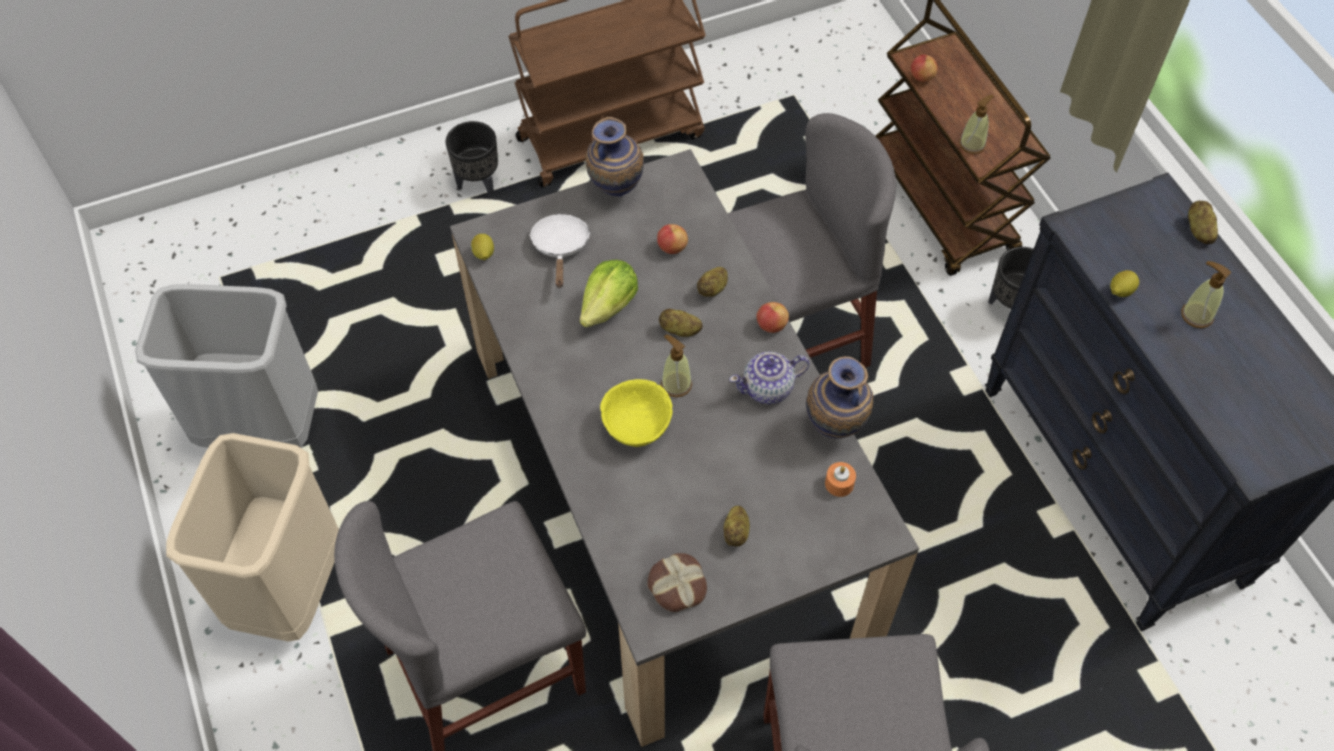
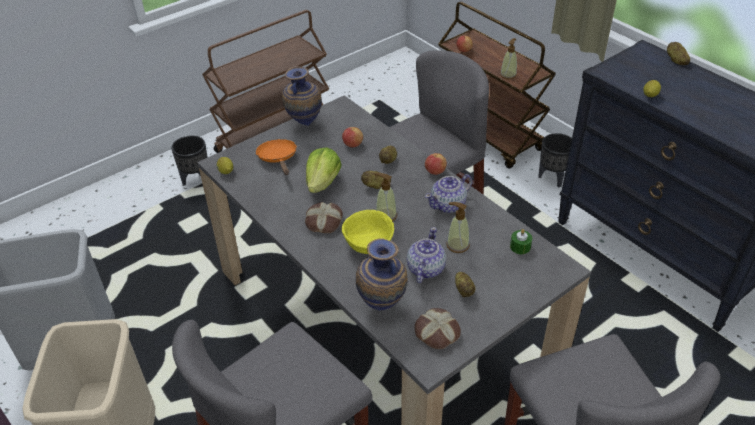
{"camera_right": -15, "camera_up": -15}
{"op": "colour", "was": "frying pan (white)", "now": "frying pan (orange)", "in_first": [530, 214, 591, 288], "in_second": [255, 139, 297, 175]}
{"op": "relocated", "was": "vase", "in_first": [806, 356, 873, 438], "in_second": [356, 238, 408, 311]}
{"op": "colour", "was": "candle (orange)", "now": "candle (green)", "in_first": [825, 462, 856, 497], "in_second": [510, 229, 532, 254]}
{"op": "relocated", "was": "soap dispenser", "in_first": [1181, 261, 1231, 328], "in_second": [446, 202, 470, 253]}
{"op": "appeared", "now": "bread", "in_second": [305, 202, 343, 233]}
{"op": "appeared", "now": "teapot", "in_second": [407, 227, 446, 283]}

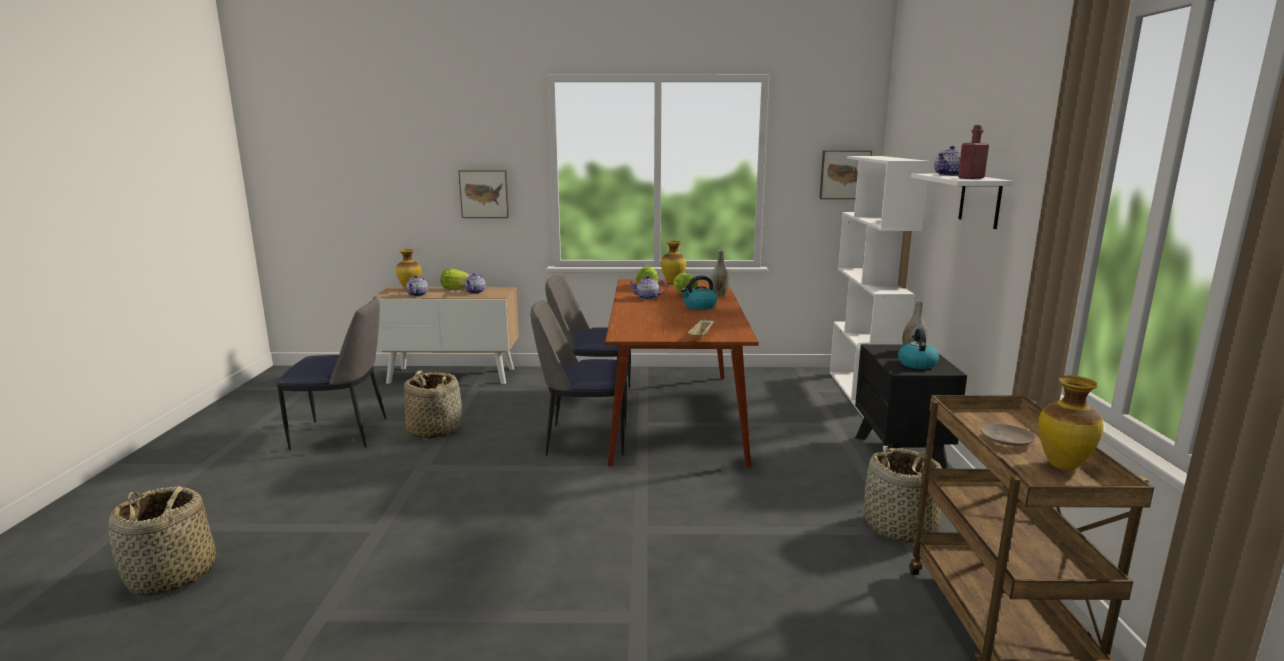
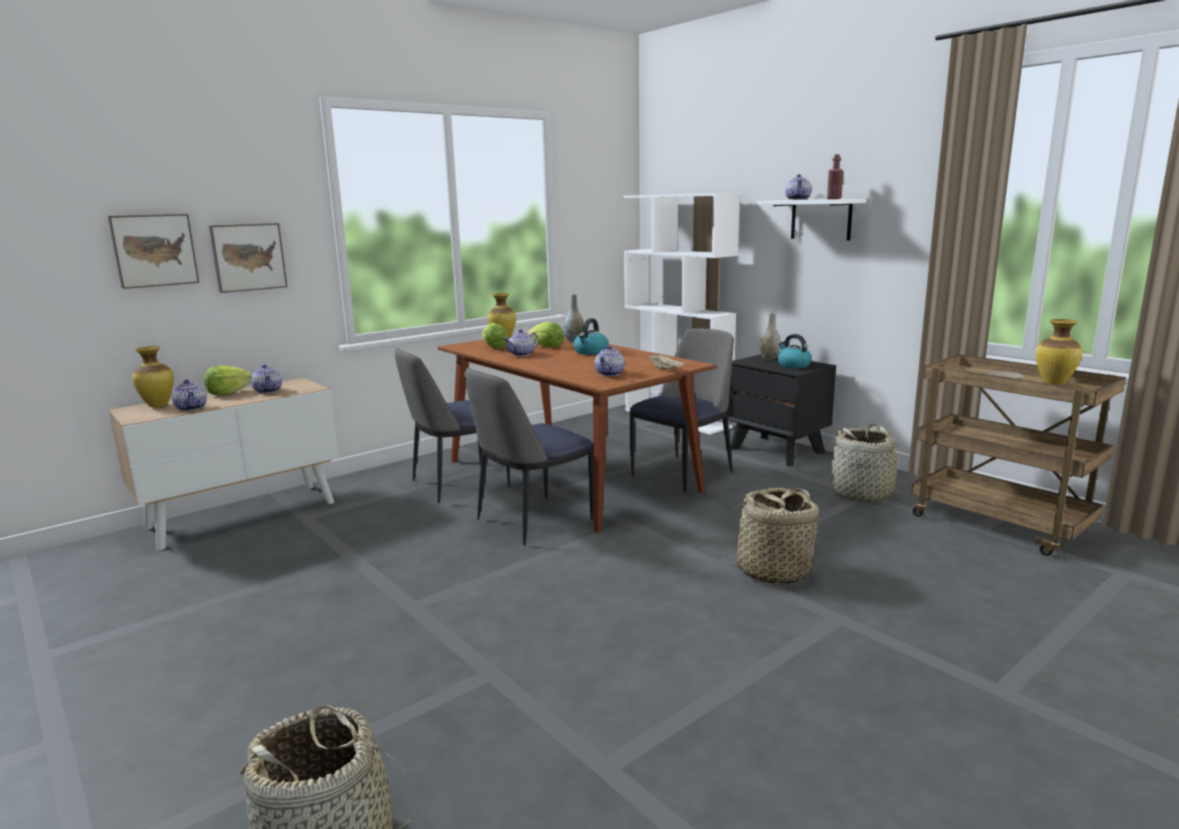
{"camera_right": -40, "camera_up": 0}
{"op": "relocated", "was": "chair", "in_first": [277, 296, 386, 450], "in_second": [630, 328, 734, 493]}
{"op": "relocated", "was": "basket", "in_first": [404, 371, 461, 439], "in_second": [720, 488, 823, 585]}
{"op": "relocated", "was": "picture", "in_first": [819, 150, 872, 199], "in_second": [108, 214, 199, 289]}
{"op": "appeared", "now": "teapot", "in_second": [595, 346, 625, 376]}

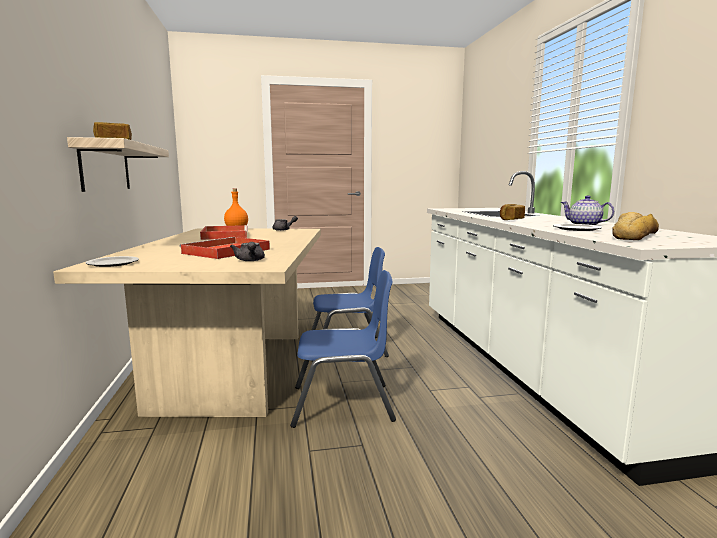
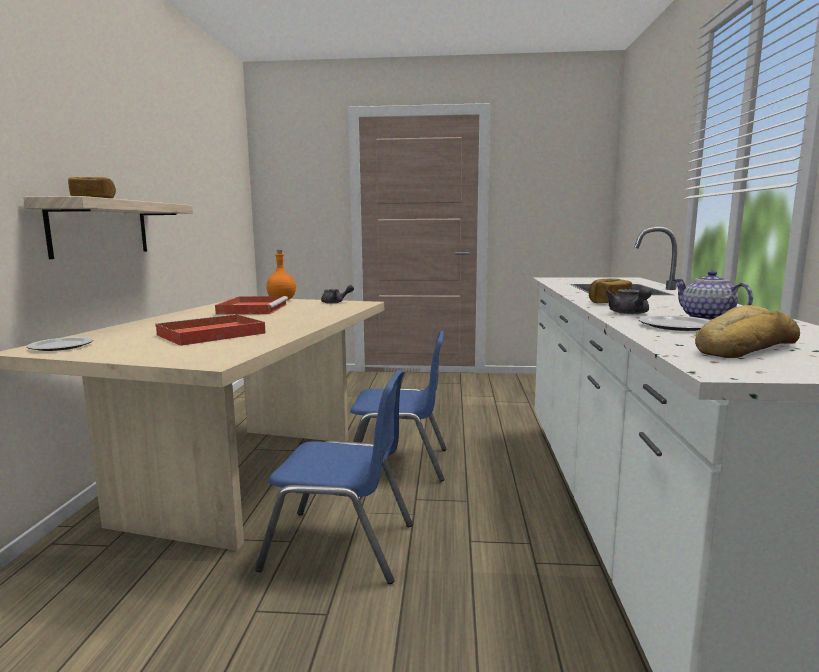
{"camera_right": 15, "camera_up": 0}
{"op": "relocated", "was": "teapot (grey)", "in_first": [230, 242, 265, 261], "in_second": [606, 287, 652, 314]}

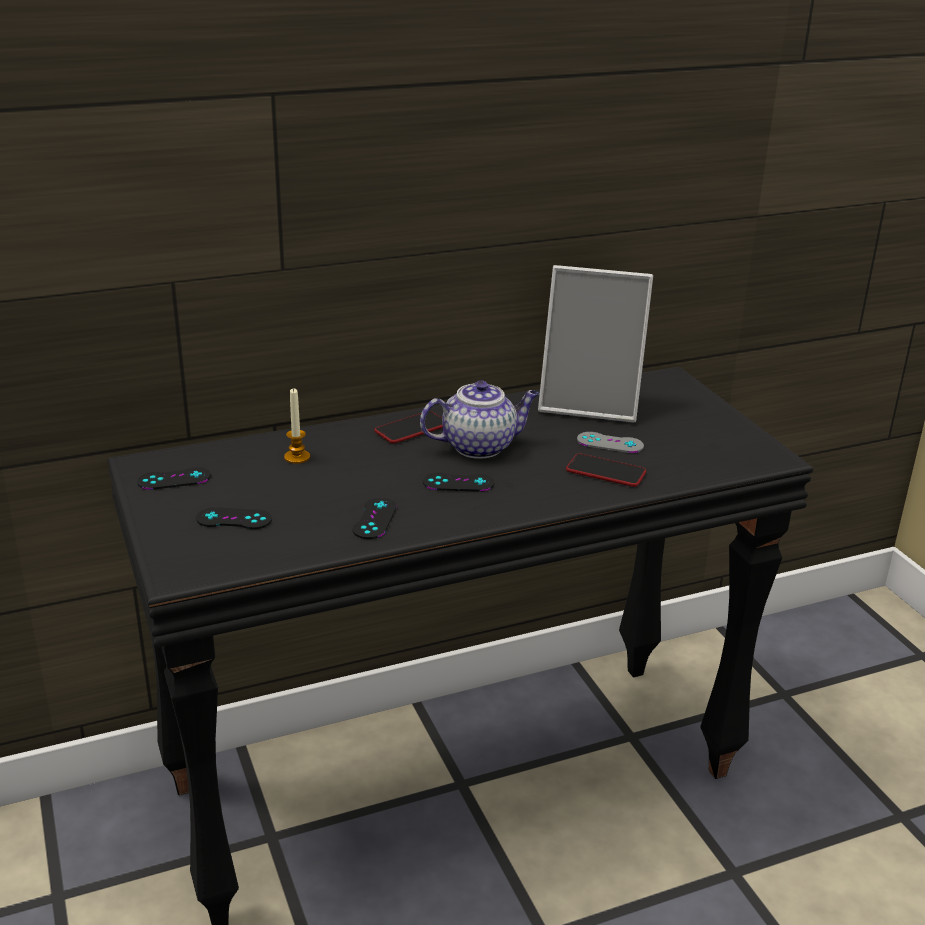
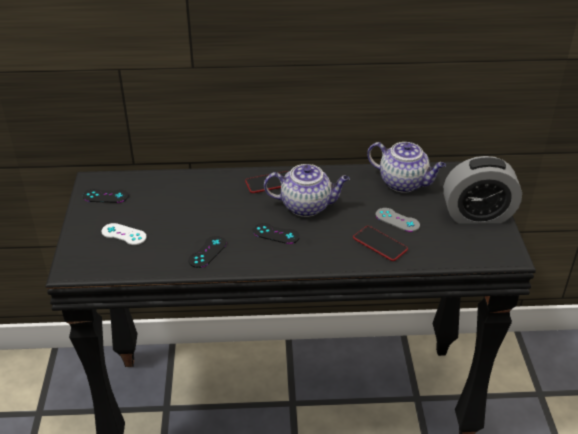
{"camera_right": 20, "camera_up": 10}
{"op": "colour", "was": "game controller (black)", "now": "game controller (white)", "in_first": [196, 507, 272, 529], "in_second": [102, 223, 147, 245]}
{"op": "missing", "was": "candle", "in_first": [284, 388, 310, 464]}
{"op": "exchanged", "was": "picture frame", "now": "teapot", "in_first": [538, 265, 653, 423], "in_second": [367, 142, 446, 193]}
{"op": "appeared", "now": "alarm clock", "in_second": [443, 156, 522, 224]}

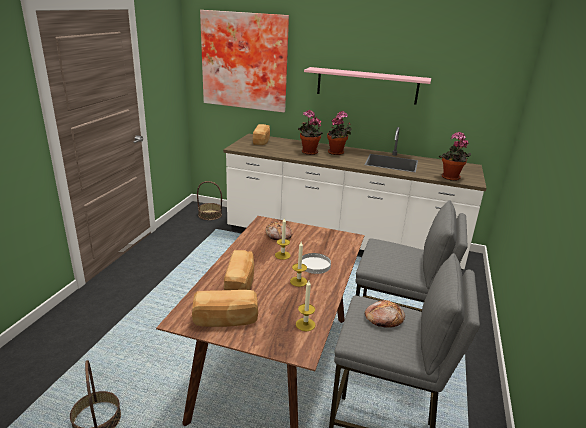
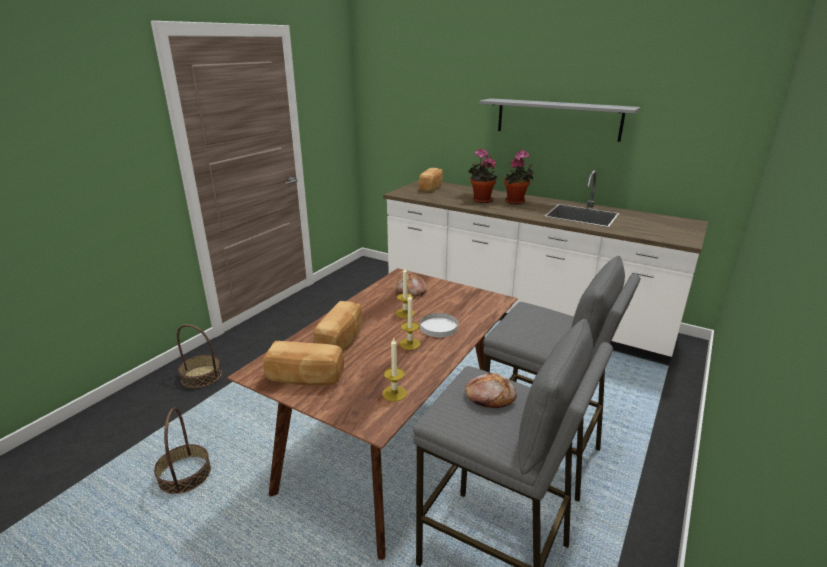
{"camera_right": 15, "camera_up": 0}
{"op": "relocated", "was": "basket", "in_first": [197, 181, 222, 220], "in_second": [177, 324, 222, 388]}
{"op": "missing", "was": "picture", "in_first": [200, 10, 289, 112]}
{"op": "colour", "was": "shelf (pink)", "now": "shelf (grey)", "in_first": [304, 67, 431, 104], "in_second": [479, 98, 640, 142]}
{"op": "missing", "was": "potted plant", "in_first": [439, 132, 471, 181]}

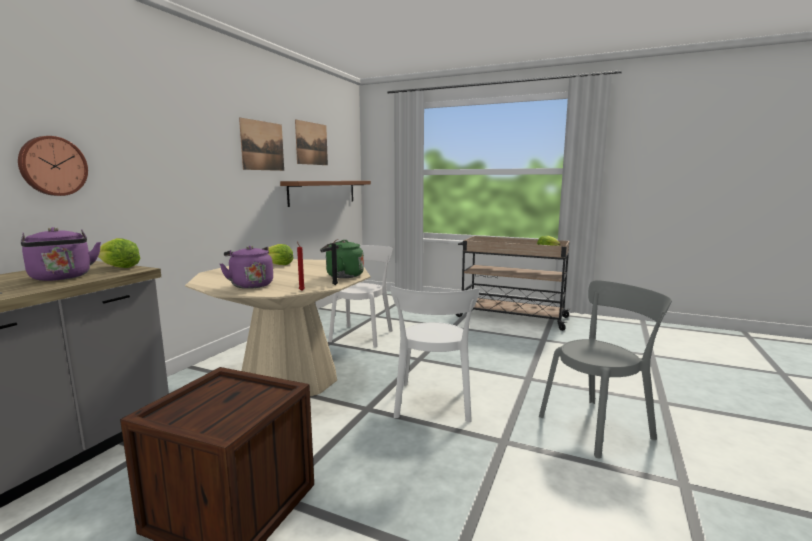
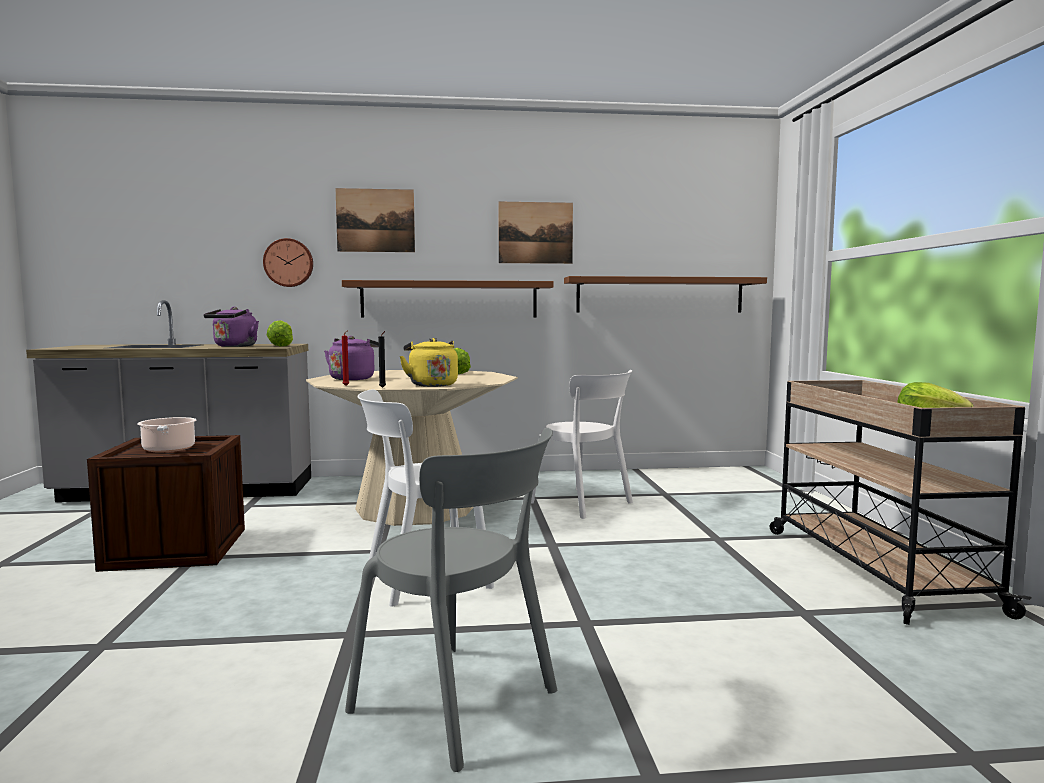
{"camera_right": 60, "camera_up": -5}
{"op": "relocated", "was": "picture", "in_first": [295, 119, 328, 165], "in_second": [335, 188, 415, 252]}
{"op": "colour", "was": "kettle (green)", "now": "kettle (yellow)", "in_first": [320, 240, 364, 278], "in_second": [400, 338, 458, 387]}
{"op": "spun", "was": "chair (white)", "in_first": [328, 245, 393, 347], "in_second": [531, 370, 633, 519], "clockwise": 60}
{"op": "appeared", "now": "cooking pot", "in_second": [137, 417, 196, 453]}
{"op": "appeared", "now": "shelf (brown)", "in_second": [342, 280, 554, 318]}

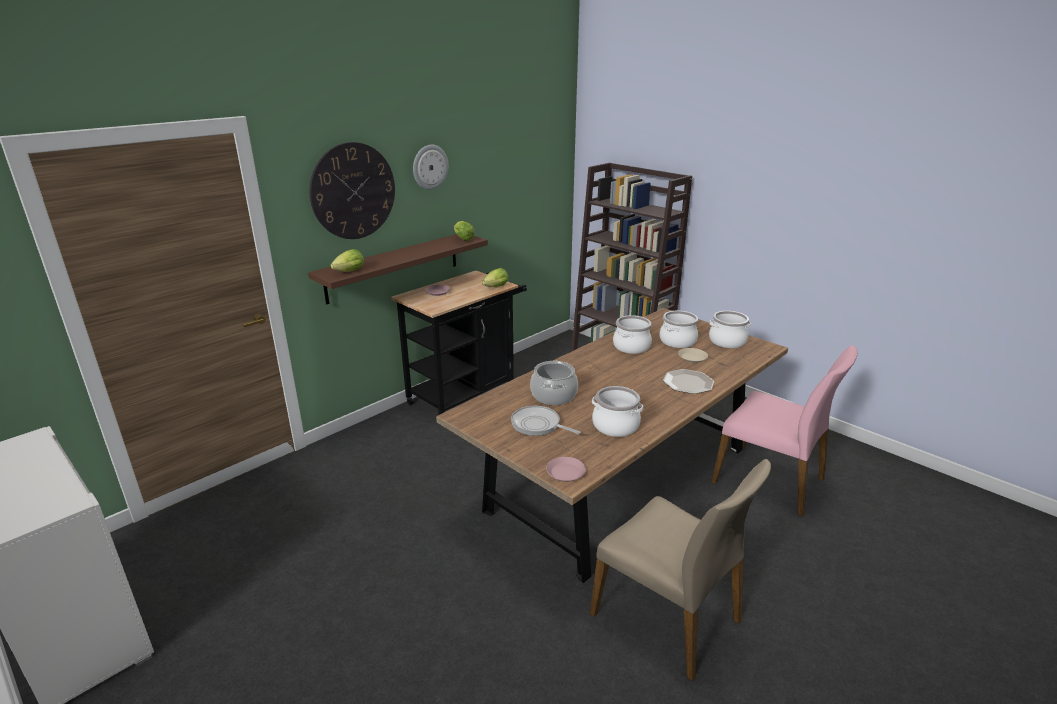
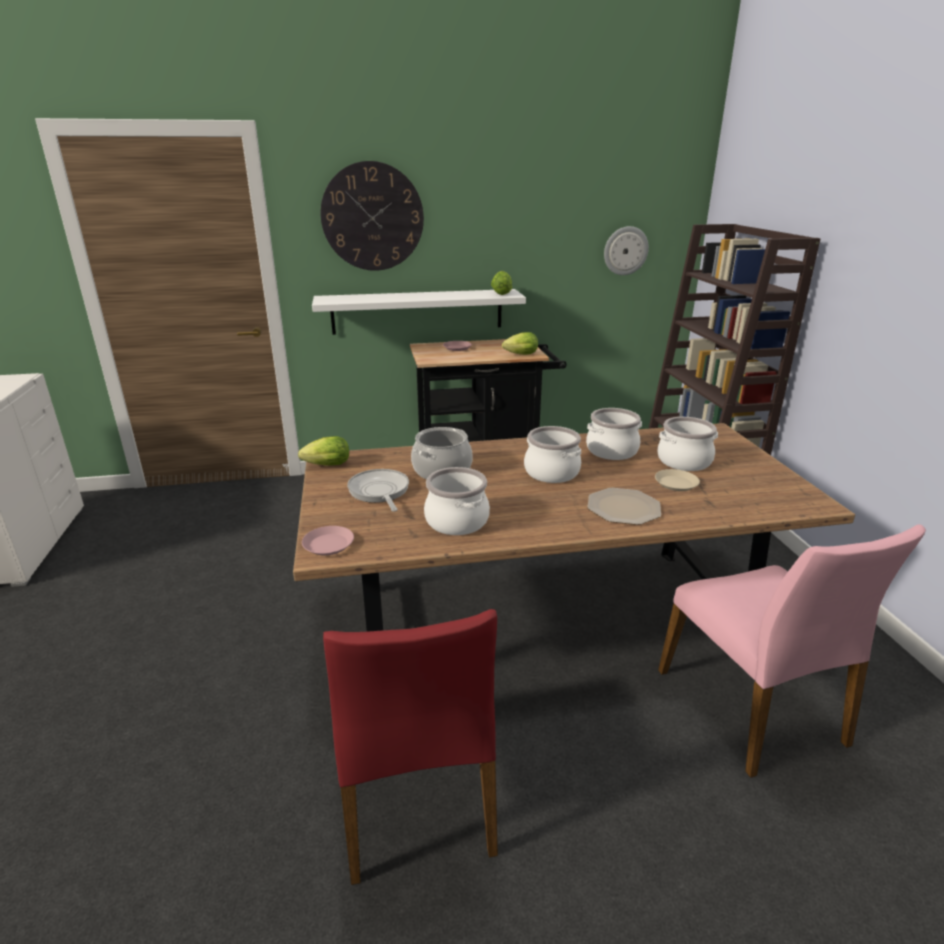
{"camera_right": 35, "camera_up": 0}
{"op": "colour", "was": "shelf (brown)", "now": "shelf (white)", "in_first": [308, 234, 488, 304], "in_second": [312, 289, 526, 335]}
{"op": "relocated", "was": "lettuce", "in_first": [330, 249, 364, 272], "in_second": [298, 436, 349, 466]}
{"op": "relocated", "was": "wall clock", "in_first": [413, 145, 448, 190], "in_second": [604, 226, 649, 275]}
{"op": "colour", "was": "chair (beige)", "now": "chair (red)", "in_first": [590, 459, 771, 681], "in_second": [323, 609, 498, 885]}
{"op": "relocated", "was": "cooking pot", "in_first": [709, 311, 751, 348], "in_second": [524, 426, 581, 483]}

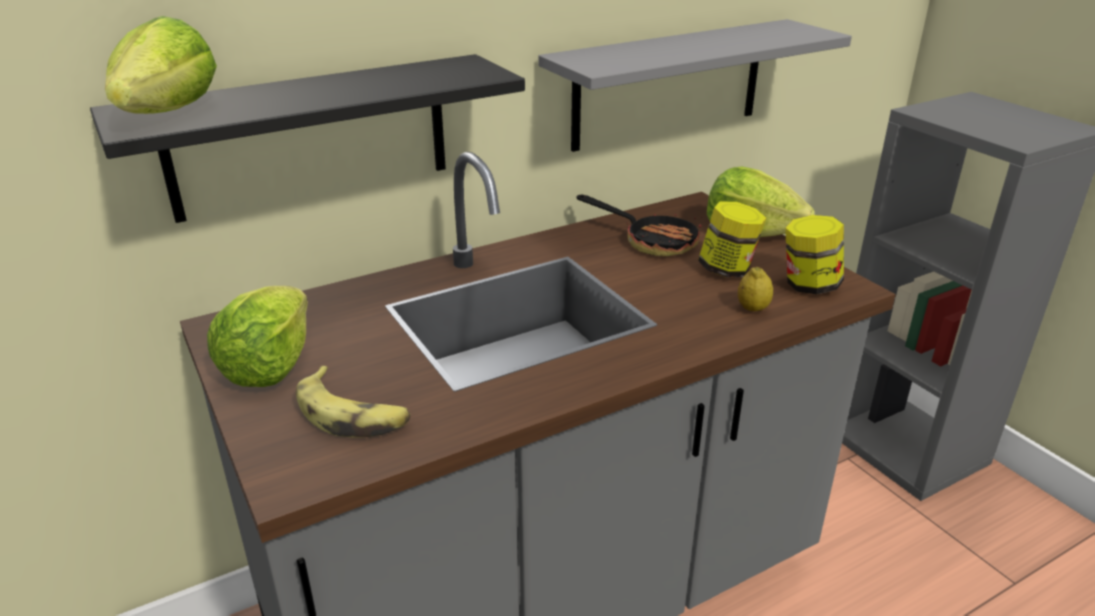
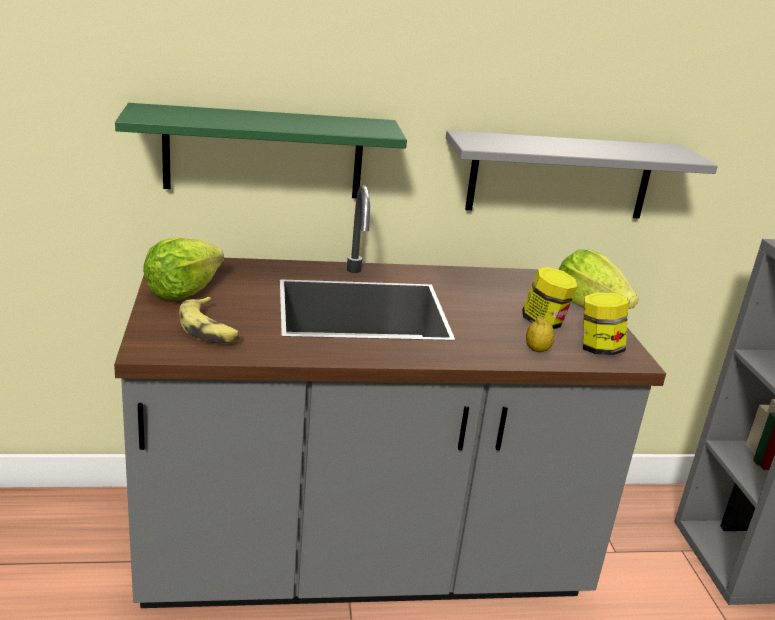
{"camera_right": 20, "camera_up": -5}
{"op": "colour", "was": "shelf (black)", "now": "shelf (green)", "in_first": [90, 54, 525, 223], "in_second": [115, 103, 407, 198]}
{"op": "missing", "was": "lettuce", "in_first": [105, 16, 217, 114]}
{"op": "missing", "was": "frying pan", "in_first": [577, 195, 702, 257]}

